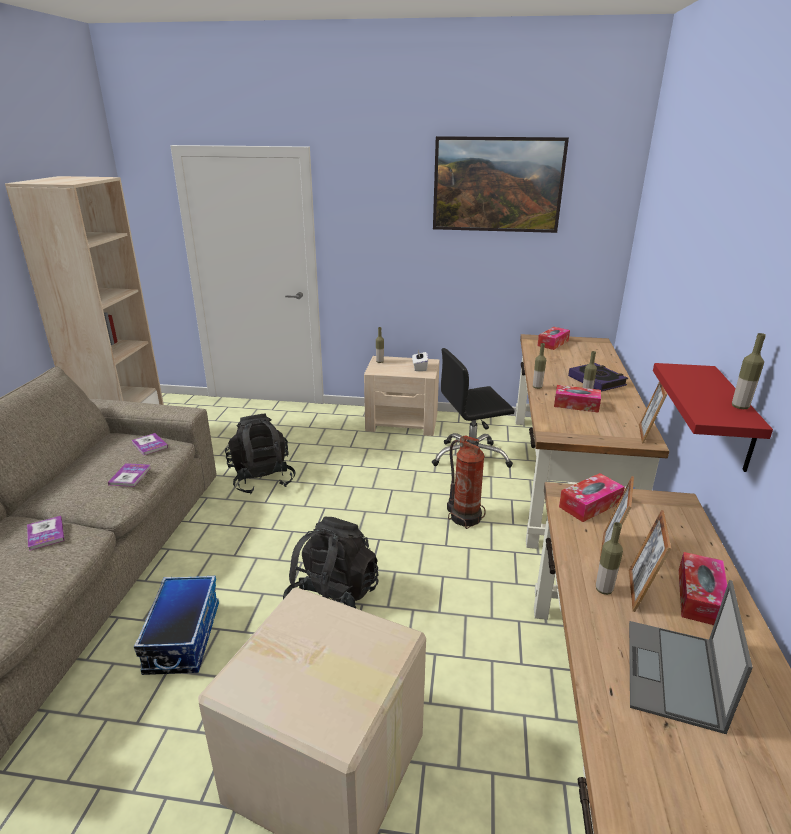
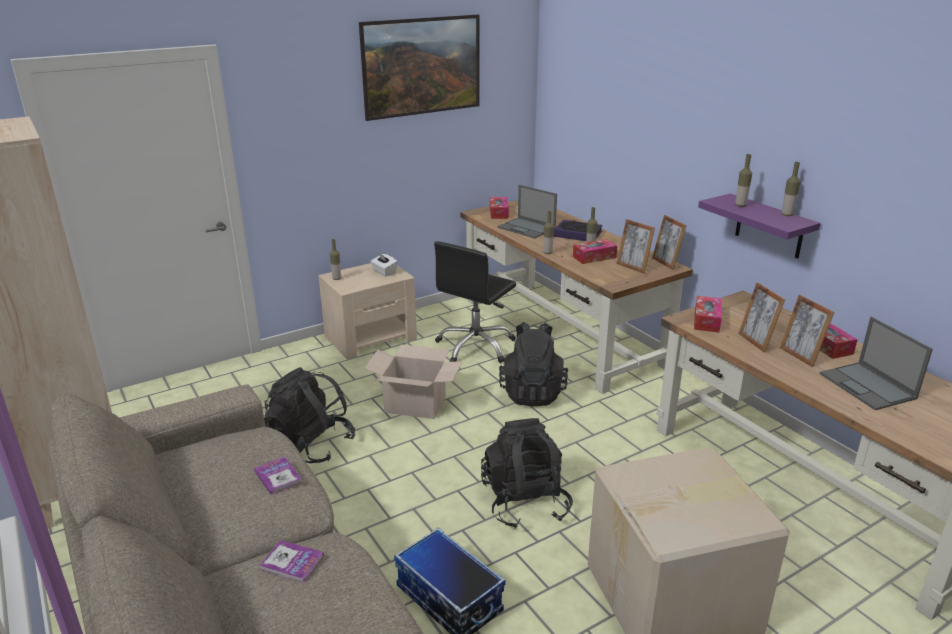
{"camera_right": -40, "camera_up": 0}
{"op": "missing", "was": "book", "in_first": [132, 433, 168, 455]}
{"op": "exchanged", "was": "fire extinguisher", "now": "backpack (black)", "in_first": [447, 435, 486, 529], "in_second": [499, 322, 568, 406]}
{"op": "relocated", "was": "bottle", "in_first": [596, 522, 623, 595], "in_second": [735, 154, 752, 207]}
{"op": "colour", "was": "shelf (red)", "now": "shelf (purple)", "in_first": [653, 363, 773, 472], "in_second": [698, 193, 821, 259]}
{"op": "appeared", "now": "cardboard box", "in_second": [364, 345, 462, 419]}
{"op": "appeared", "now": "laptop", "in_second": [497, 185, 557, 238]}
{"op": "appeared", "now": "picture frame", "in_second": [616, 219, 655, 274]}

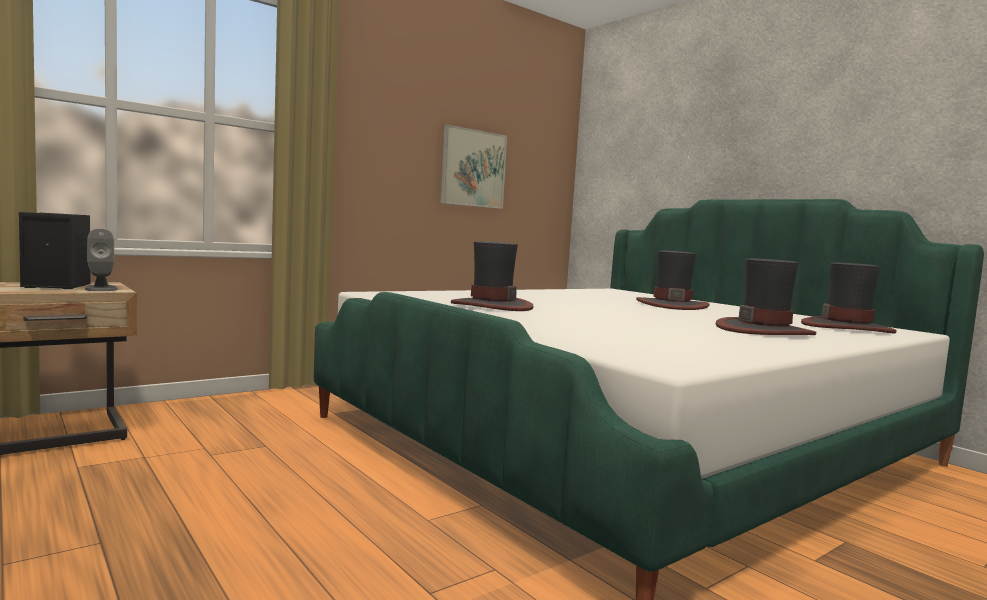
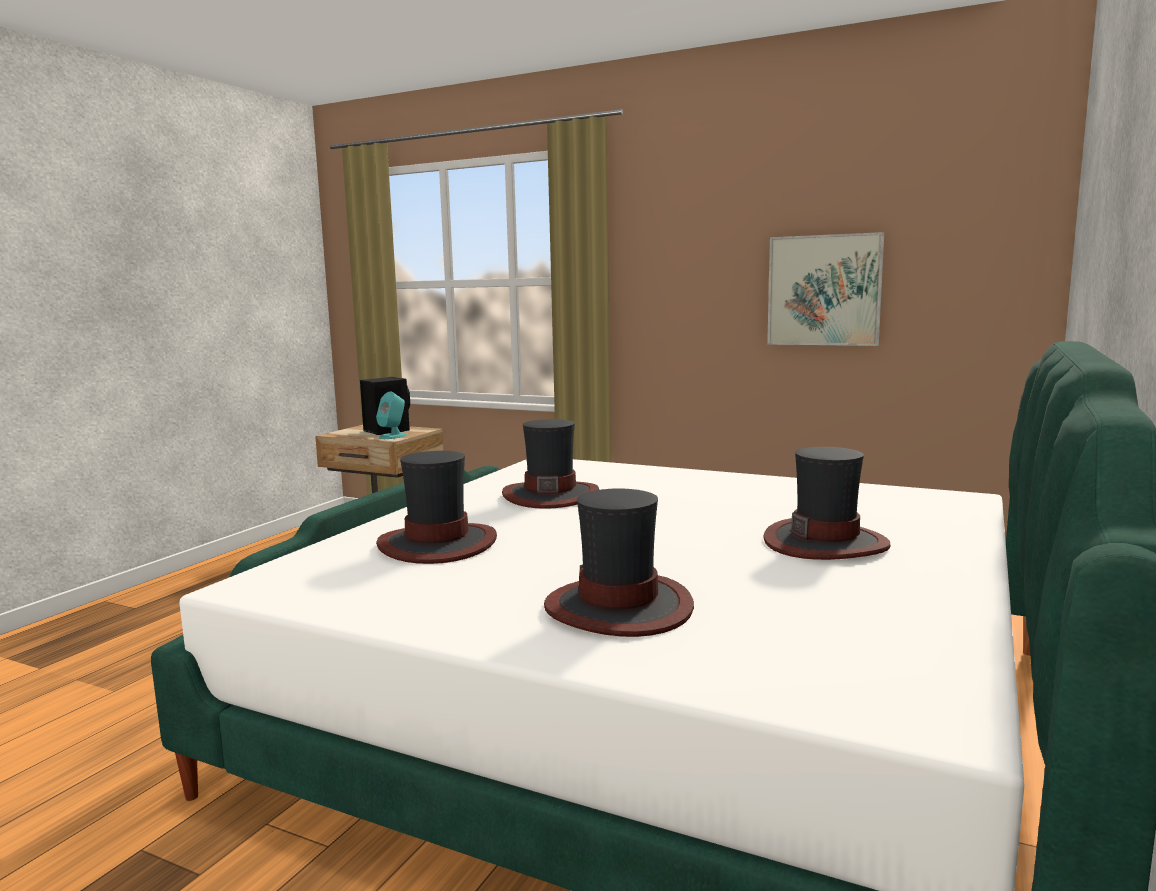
{"camera_right": 65, "camera_up": 5}
{"op": "colour", "was": "speaker (grey)", "now": "speaker (turquoise)", "in_first": [85, 229, 117, 291], "in_second": [376, 392, 407, 439]}
{"op": "relocated", "was": "hat", "in_first": [801, 263, 897, 334], "in_second": [376, 451, 497, 564]}

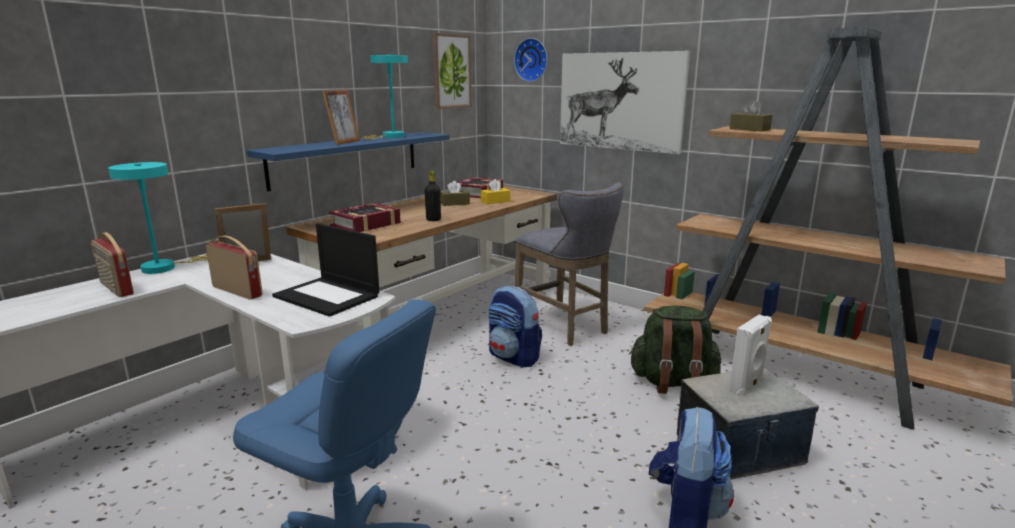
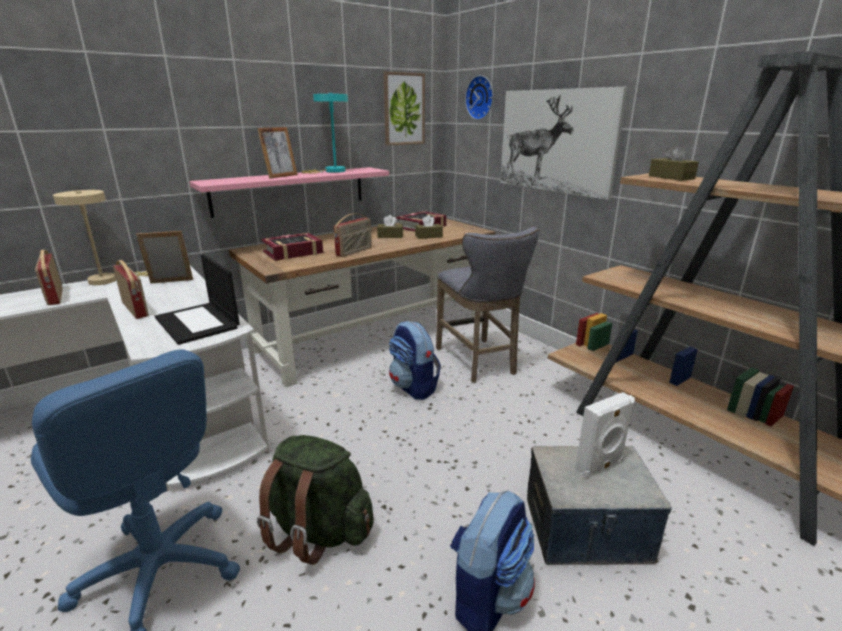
{"camera_right": 15, "camera_up": 5}
{"op": "colour", "was": "table lamp (turquoise)", "now": "table lamp (beige)", "in_first": [108, 162, 208, 274], "in_second": [53, 190, 148, 285]}
{"op": "colour", "was": "shelf (blue)", "now": "shelf (pink)", "in_first": [246, 132, 449, 191], "in_second": [189, 167, 389, 218]}
{"op": "exchanged", "was": "bottle (black)", "now": "radio", "in_first": [424, 171, 441, 221], "in_second": [334, 213, 372, 257]}
{"op": "colour", "was": "tissue box (yellow)", "now": "tissue box (brown)", "in_first": [481, 179, 510, 204], "in_second": [415, 215, 443, 239]}
{"op": "relocated", "was": "backpack (green)", "in_first": [629, 305, 721, 394], "in_second": [257, 435, 374, 565]}

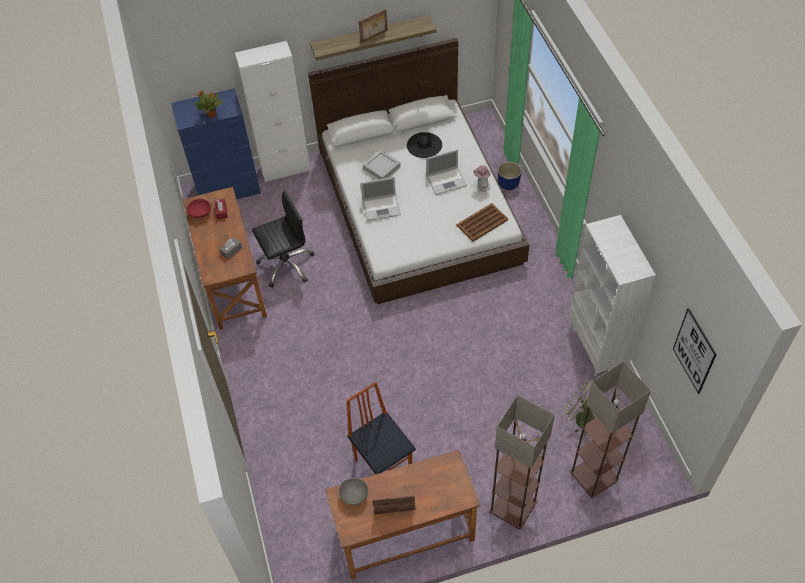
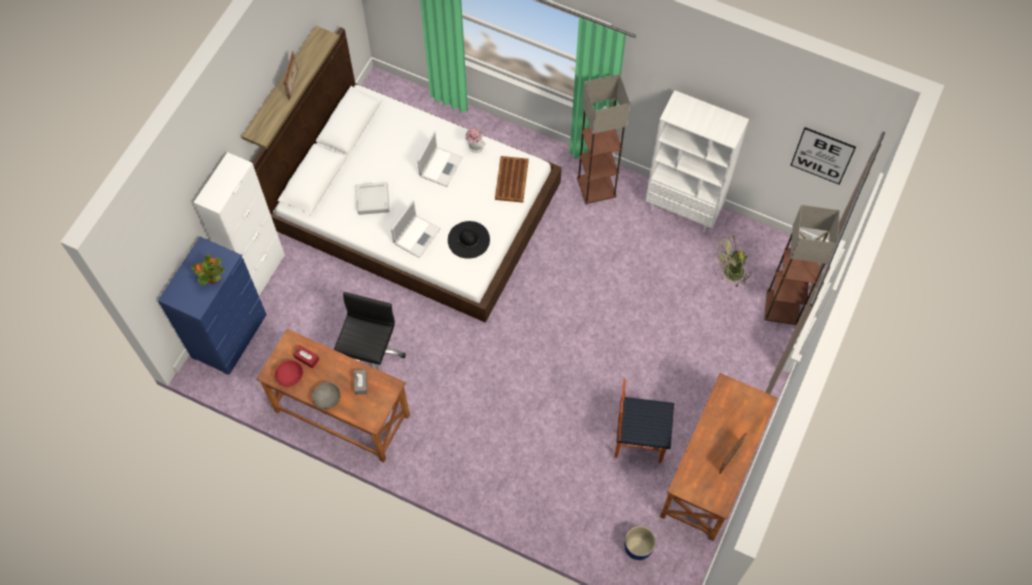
{"camera_right": -50, "camera_up": 10}
{"op": "relocated", "was": "bowl (grey)", "in_first": [339, 478, 368, 505], "in_second": [312, 382, 341, 409]}
{"op": "relocated", "was": "hat (black)", "in_first": [407, 132, 442, 158], "in_second": [448, 221, 490, 259]}
{"op": "relocated", "was": "floor lamp", "in_first": [489, 395, 555, 530], "in_second": [577, 74, 630, 204]}
{"op": "relocated", "was": "planter (blue)", "in_first": [498, 162, 522, 190], "in_second": [625, 526, 656, 560]}

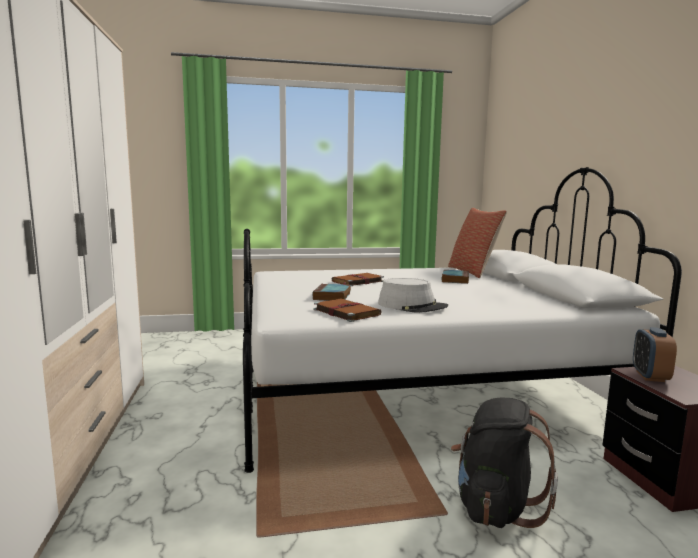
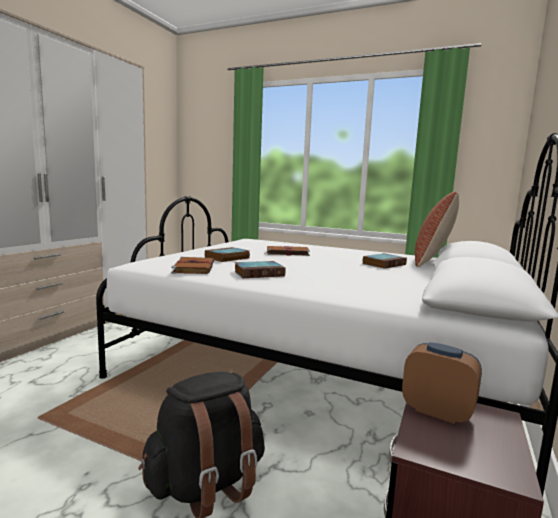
{"camera_right": 35, "camera_up": 0}
{"op": "exchanged", "was": "hat (grey)", "now": "book", "in_first": [378, 278, 448, 313], "in_second": [234, 261, 286, 278]}
{"op": "spun", "was": "alarm clock", "in_first": [633, 327, 677, 382], "in_second": [402, 342, 482, 424], "clockwise": 75}

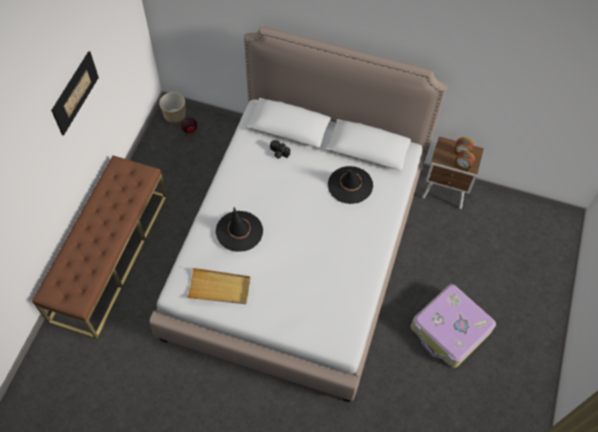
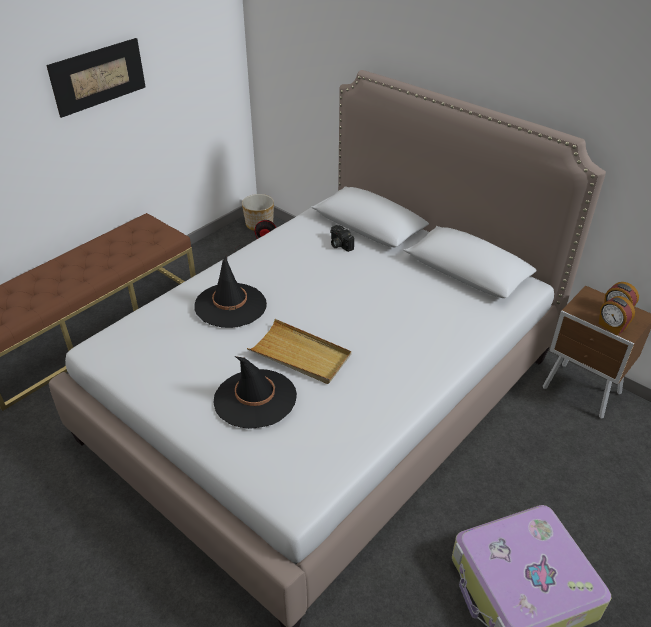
{"camera_right": 25, "camera_up": -20}
{"op": "relocated", "was": "tray (beige)", "in_first": [187, 268, 250, 304], "in_second": [247, 319, 351, 384]}
{"op": "relocated", "was": "hat (black)", "in_first": [328, 166, 373, 204], "in_second": [213, 356, 297, 429]}

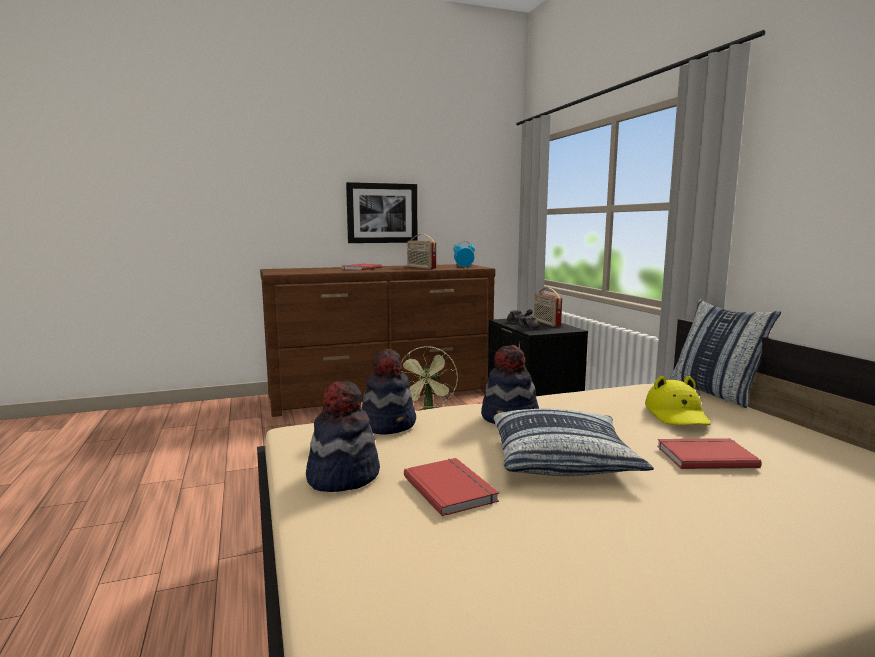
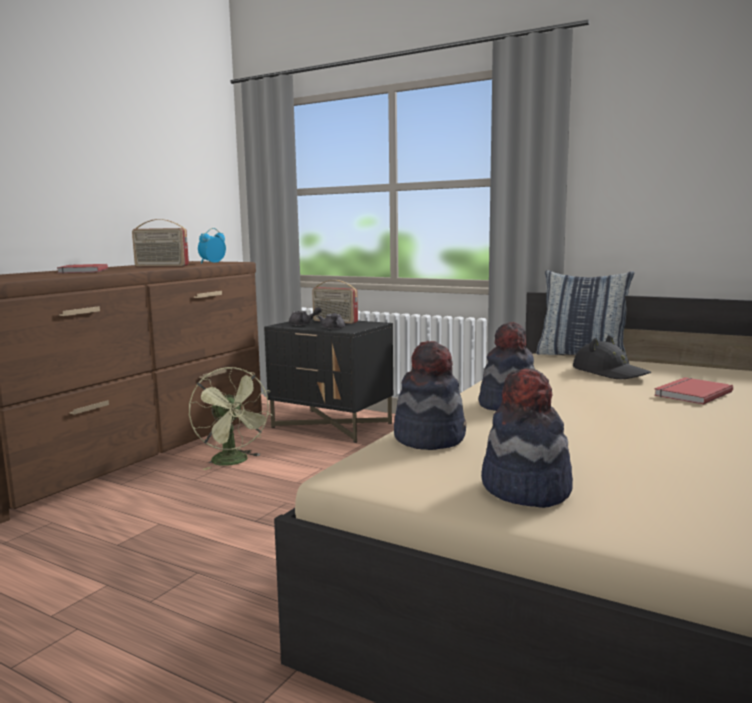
{"camera_right": -40, "camera_up": 0}
{"op": "missing", "was": "picture", "in_first": [346, 182, 418, 243]}
{"op": "missing", "was": "book (red)", "in_first": [404, 458, 499, 516]}
{"op": "missing", "was": "pillow", "in_first": [493, 409, 654, 476]}
{"op": "colour", "was": "hat (yellow)", "now": "hat (black)", "in_first": [645, 376, 711, 425], "in_second": [573, 335, 651, 379]}

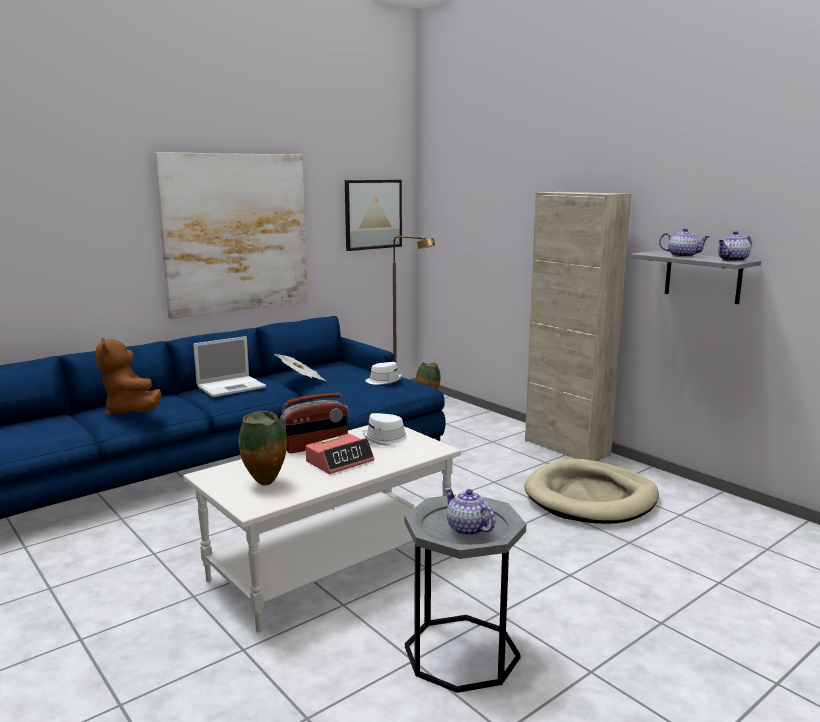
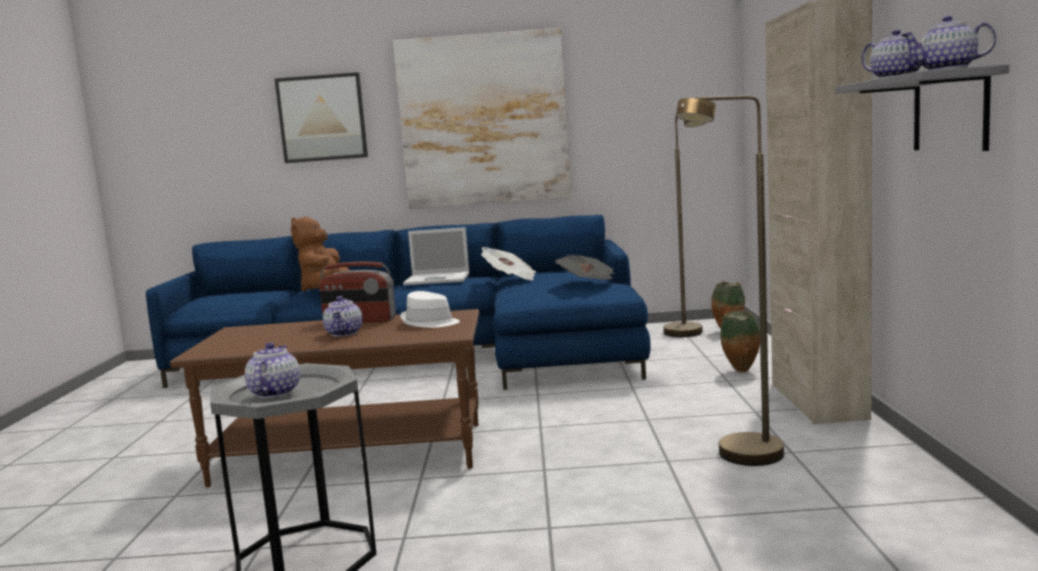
{"camera_right": 40, "camera_up": -5}
{"op": "colour", "was": "coffee table (white)", "now": "coffee table (brown)", "in_first": [183, 425, 461, 632], "in_second": [170, 309, 479, 488]}
{"op": "relocated", "was": "vase", "in_first": [239, 411, 287, 486], "in_second": [720, 311, 760, 372]}
{"op": "exchanged", "was": "alarm clock", "now": "teapot", "in_first": [306, 433, 374, 474], "in_second": [323, 296, 363, 336]}
{"op": "relocated", "was": "picture", "in_first": [345, 180, 402, 251], "in_second": [275, 72, 368, 163]}
{"op": "exchanged", "was": "hat (white)", "now": "newspaper", "in_first": [365, 362, 402, 385], "in_second": [555, 255, 614, 280]}
{"op": "exchanged", "was": "dog bed (beige)", "now": "floor lamp (brown)", "in_first": [525, 459, 659, 524], "in_second": [676, 96, 784, 466]}

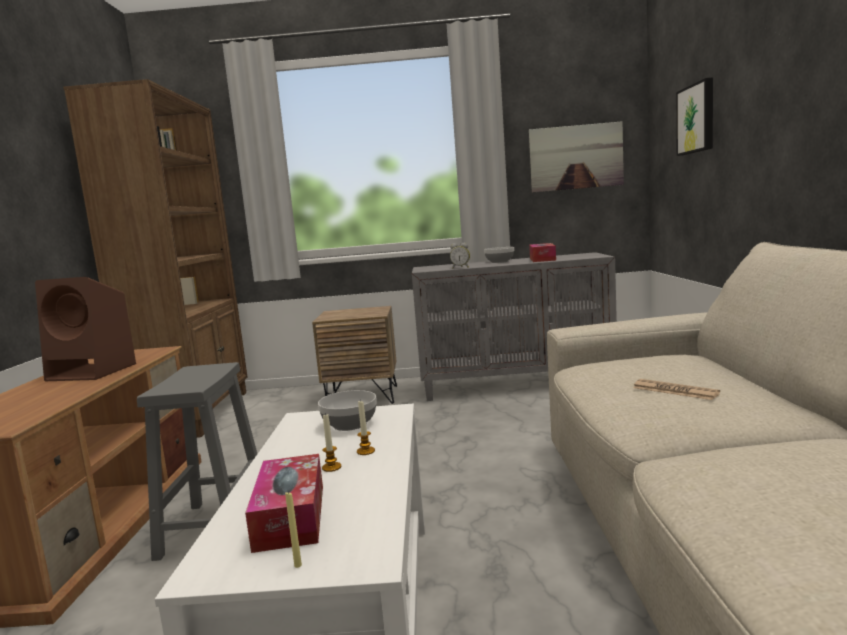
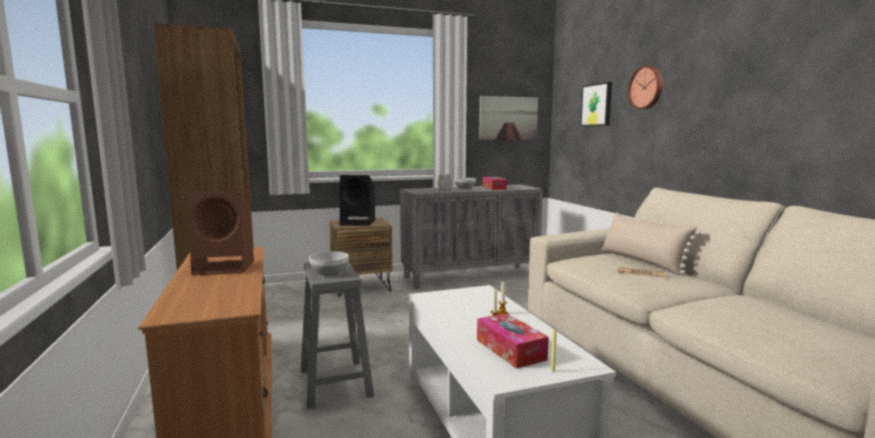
{"camera_right": -20, "camera_up": 0}
{"op": "relocated", "was": "bowl", "in_first": [318, 390, 376, 431], "in_second": [309, 251, 349, 276]}
{"op": "appeared", "now": "speaker (black)", "in_second": [340, 175, 375, 226]}
{"op": "appeared", "now": "pillow (beige)", "in_second": [601, 213, 700, 275]}
{"op": "appeared", "now": "wall clock", "in_second": [628, 66, 663, 109]}

